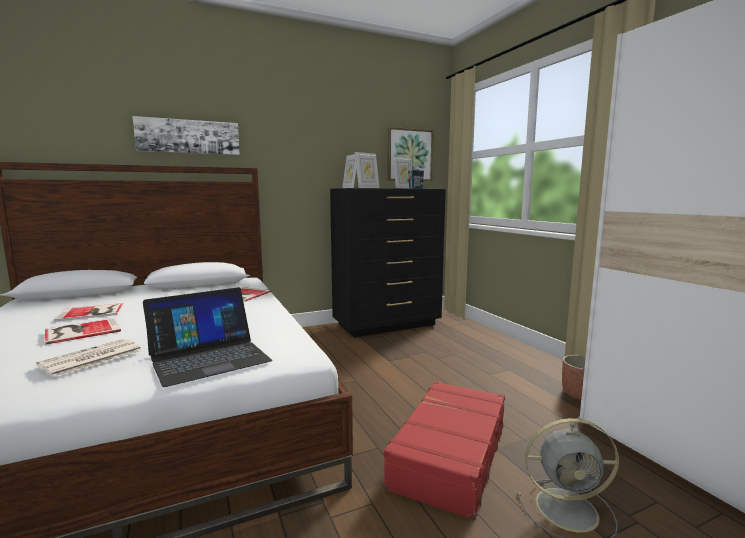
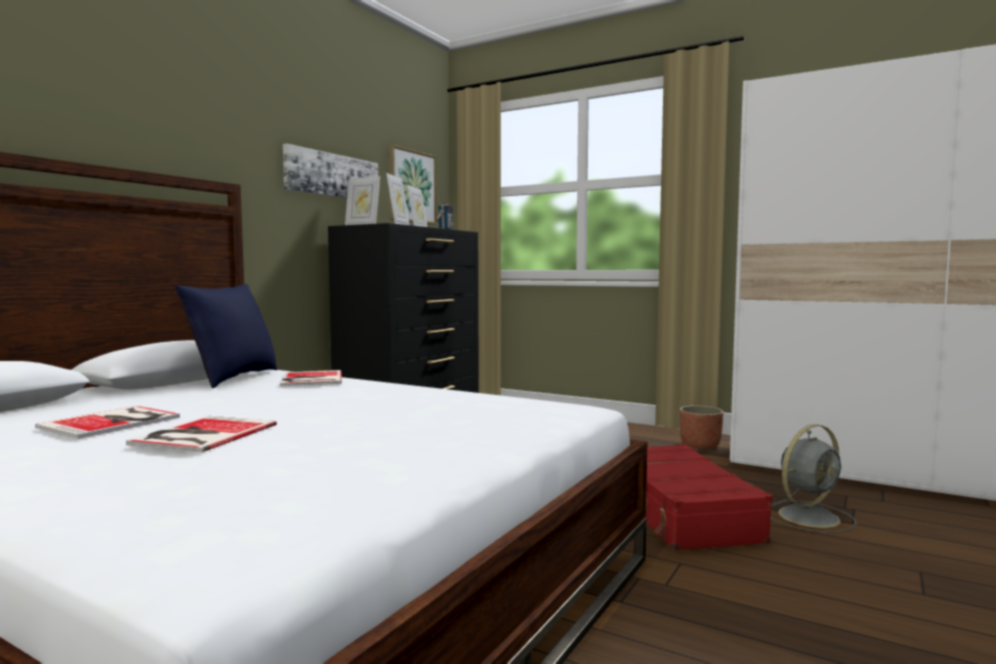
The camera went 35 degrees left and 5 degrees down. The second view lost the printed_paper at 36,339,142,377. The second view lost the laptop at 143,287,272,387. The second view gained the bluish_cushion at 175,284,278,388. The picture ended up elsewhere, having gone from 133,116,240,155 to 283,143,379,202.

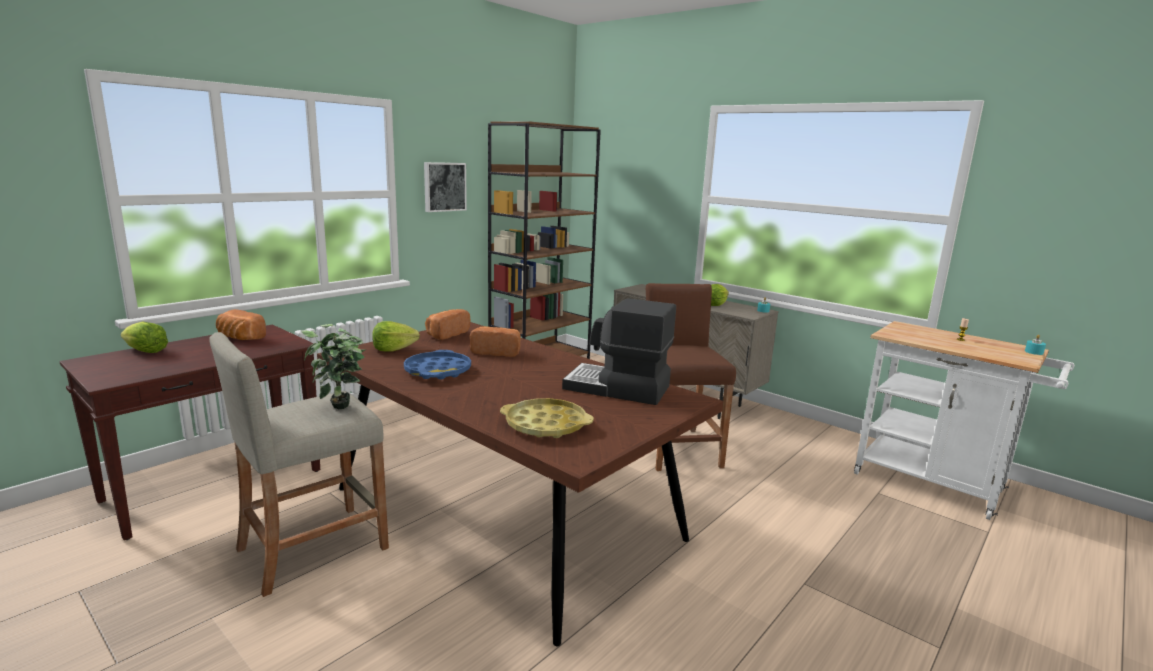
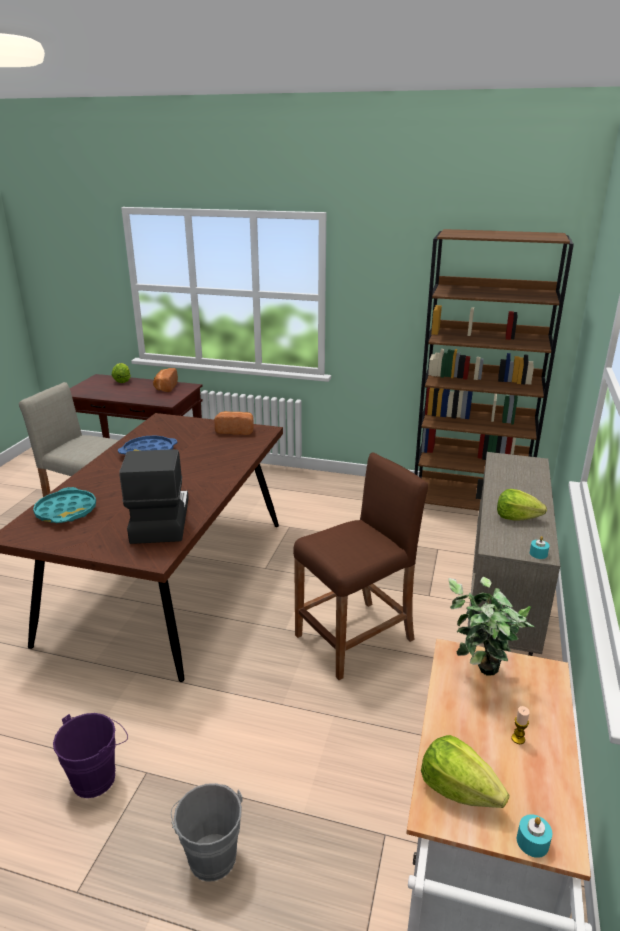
The camera went 65 degrees right and 10 degrees up. The second view lost the picture at 424,162,467,212. The second view lost the baked_bread at 470,326,521,357. The second view gained the purple_water_bucket at 53,713,128,798. The second view gained the gray_water_bucket at 171,783,243,882. The potted_plant ended up elsewhere, having gone from 301,324,365,409 to 448,577,535,676. The head_of_lettuce ended up elsewhere, having gone from 372,321,420,352 to 421,735,509,808. What was the yellow-coloured_serving_tray at 500,398,594,438 turned into the turquoise_serving_tray at 33,487,96,523.

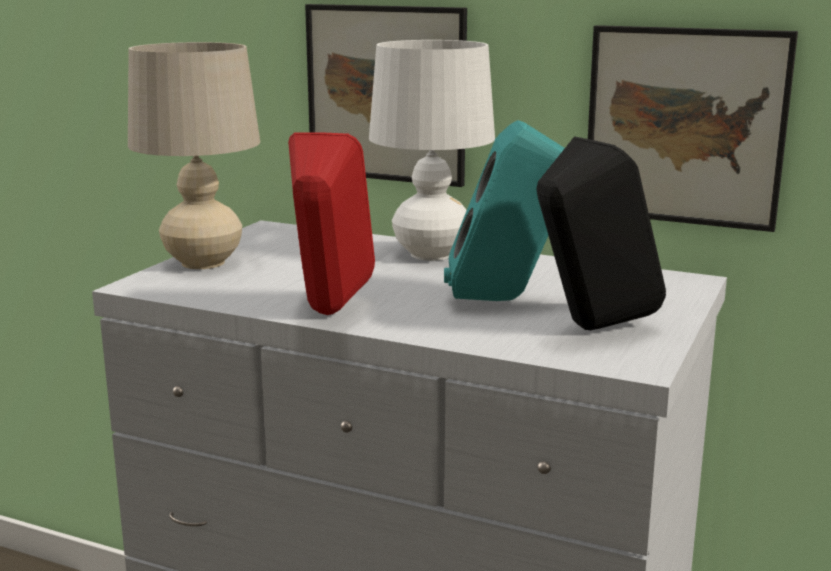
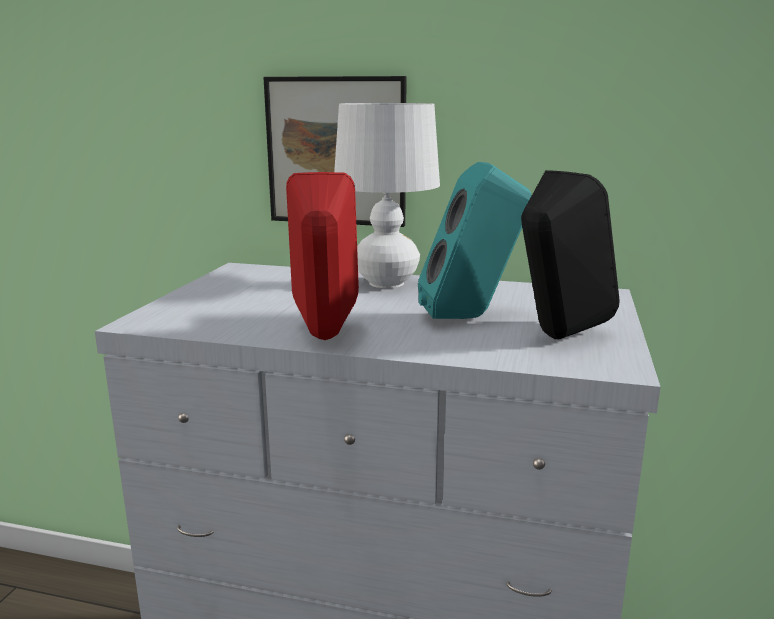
The camera went 10 degrees left and 0 degrees up. The second view lost the beige_tabletop_lamp at 128,42,260,269. The second view lost the picture at 588,25,798,232.

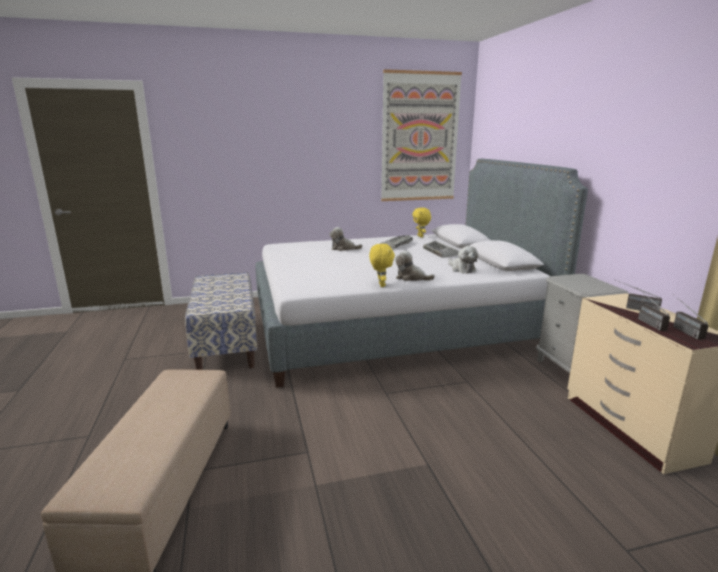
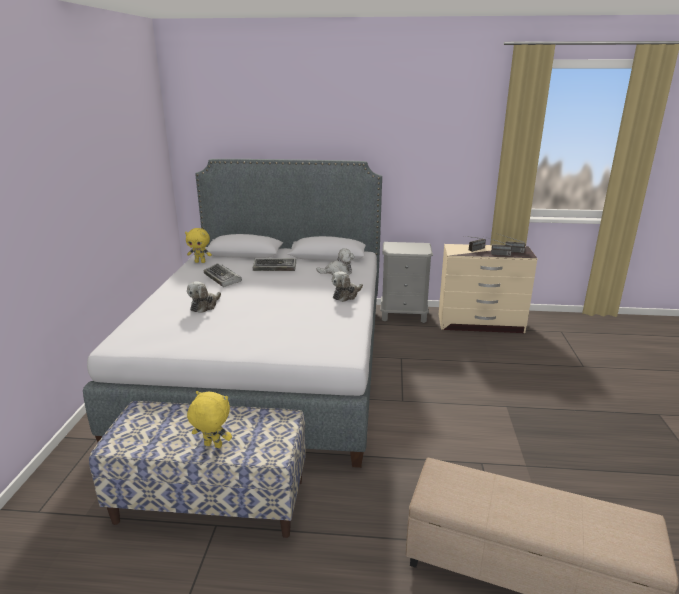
The camera went 70 degrees left and 5 degrees up. The second view lost the picture at 381,69,462,201. The yellow-coloured_cuddly_toy ended up elsewhere, having gone from 369,244,395,287 to 187,391,232,448.

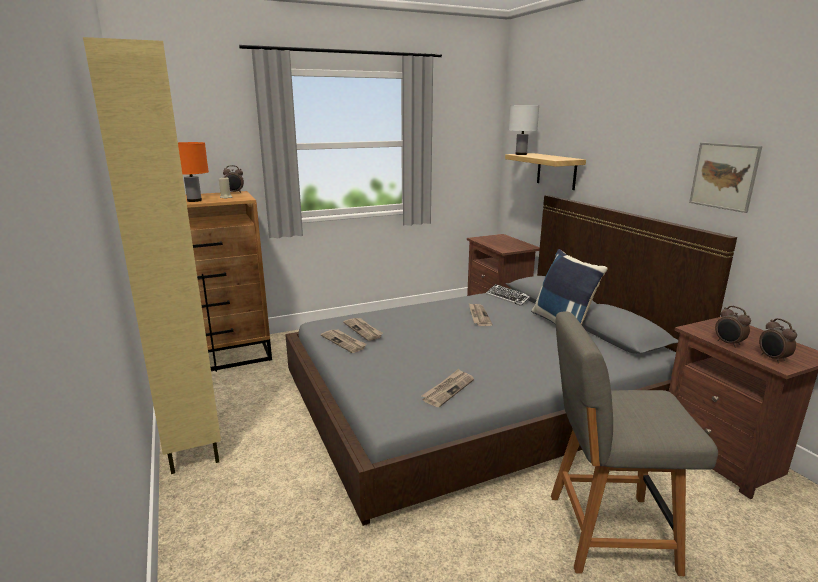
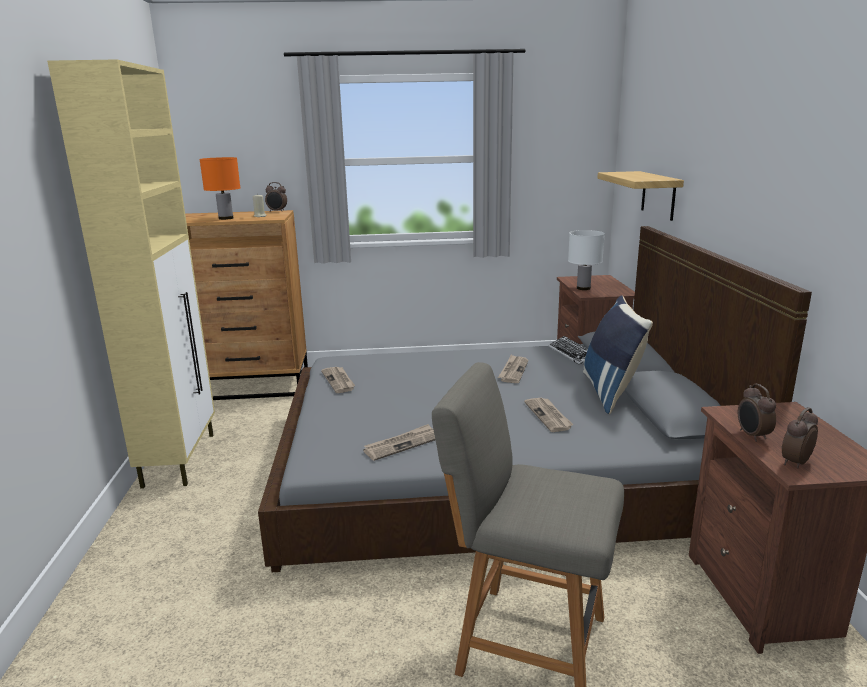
The camera went 20 degrees right and 0 degrees up. The second view lost the picture at 689,142,762,213. The printed_paper ended up elsewhere, having gone from 344,318,383,341 to 524,398,573,432. The whitish_tabletop_lamp ended up elsewhere, having gone from 509,105,539,155 to 568,230,605,290. The table_clock at 759,318,797,363 ended up facing another way, 45 degrees clockwise from before.

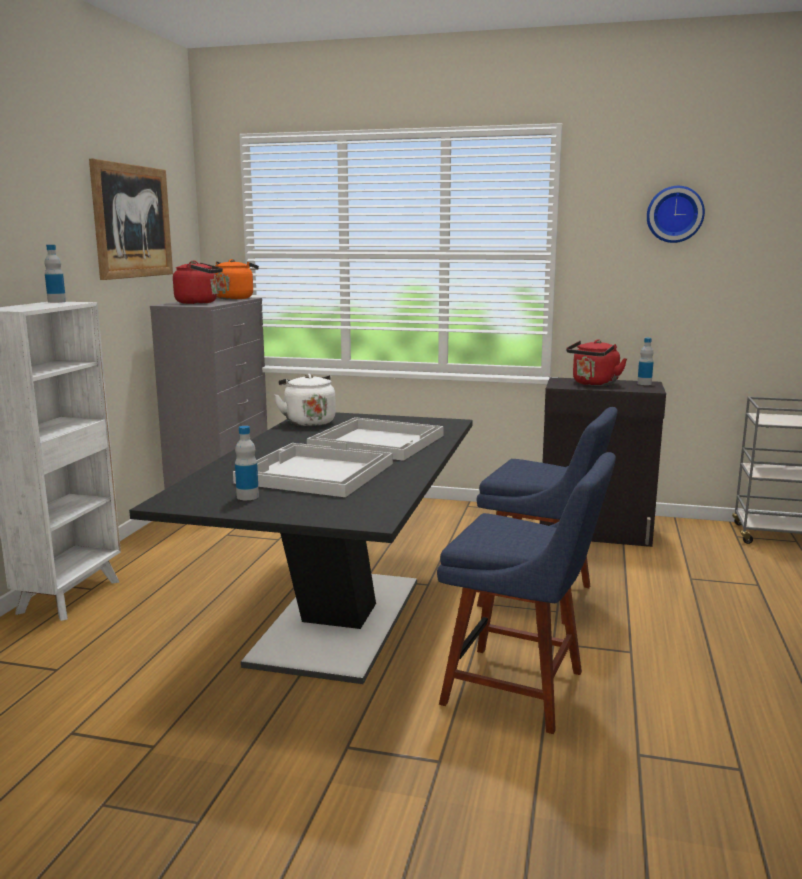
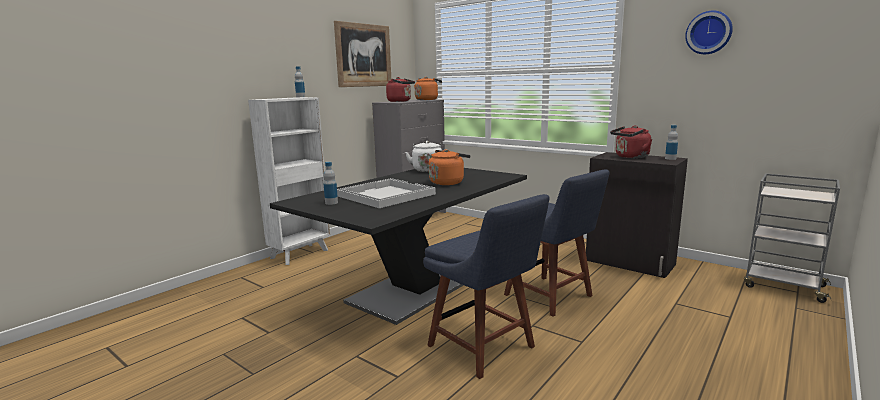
The camera went 25 degrees right and 0 degrees up. Where the whitish_serving_tray stood at 307,417,444,461, the orange-coloured_tea_kettle came to stand at 429,149,471,185.

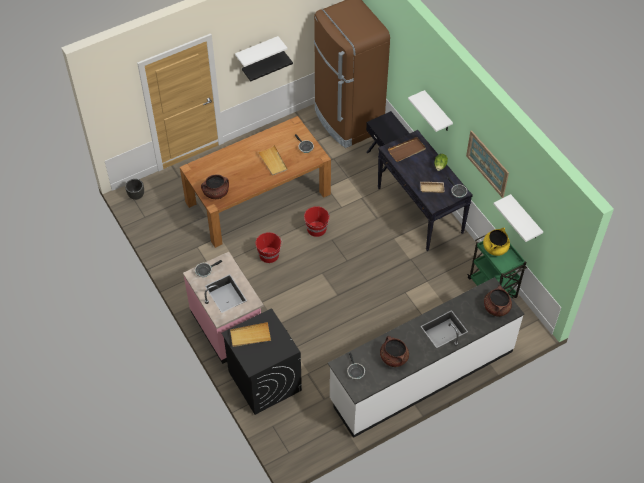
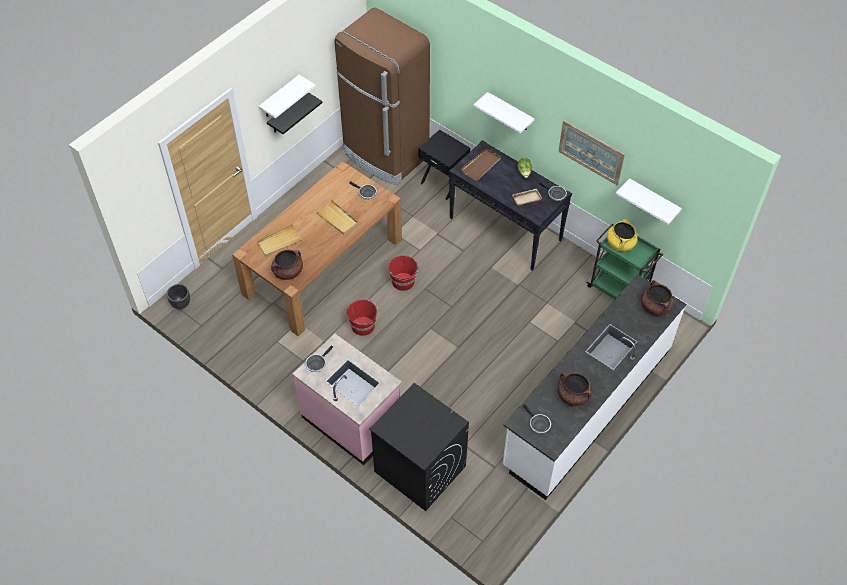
The camera went 20 degrees left and 0 degrees up. The beige_serving_tray ended up elsewhere, having gone from 230,322,271,347 to 257,224,303,257.

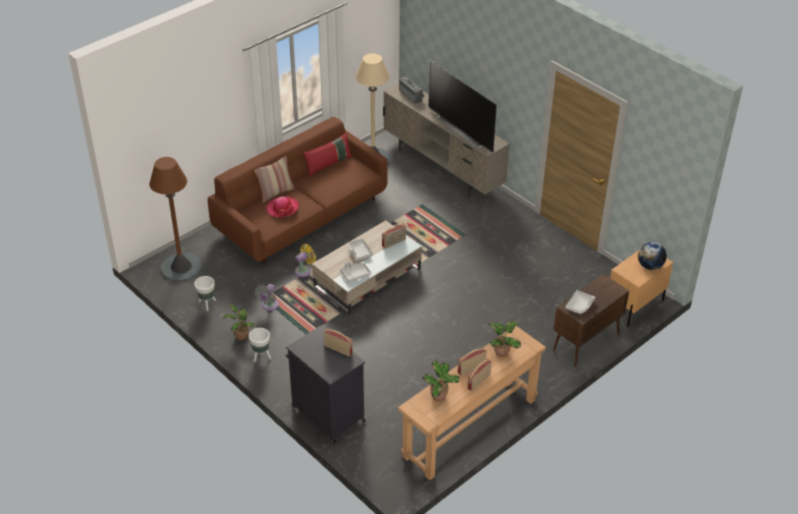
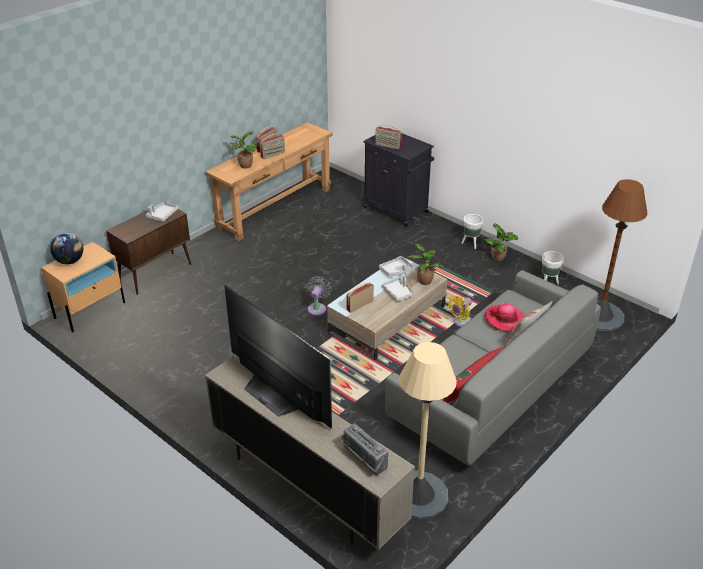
The camera went 175 degrees right and 5 degrees down. The gray_fan ended up elsewhere, having gone from 255,284,279,311 to 307,276,332,316. The potted_plant ended up elsewhere, having gone from 423,360,460,401 to 407,244,444,285. What was the brown_couch at 208,117,388,264 turned into the gray_couch at 385,270,601,466.

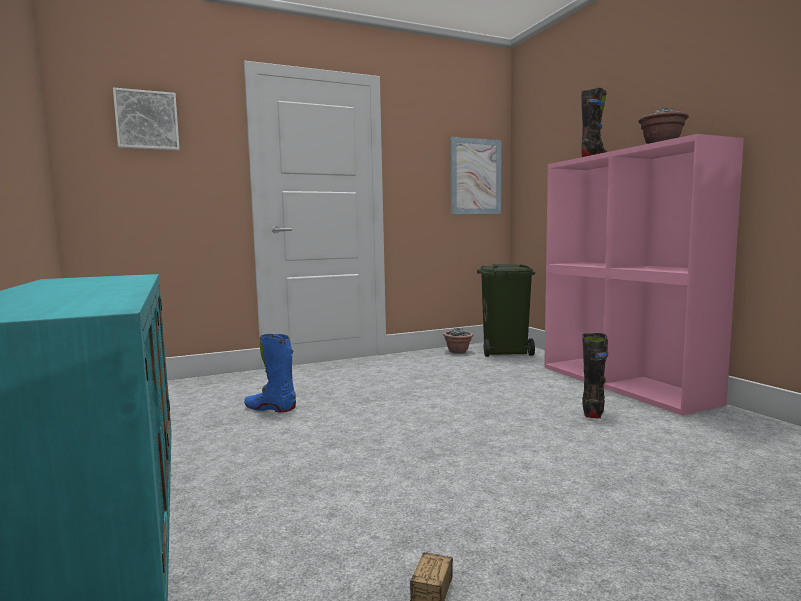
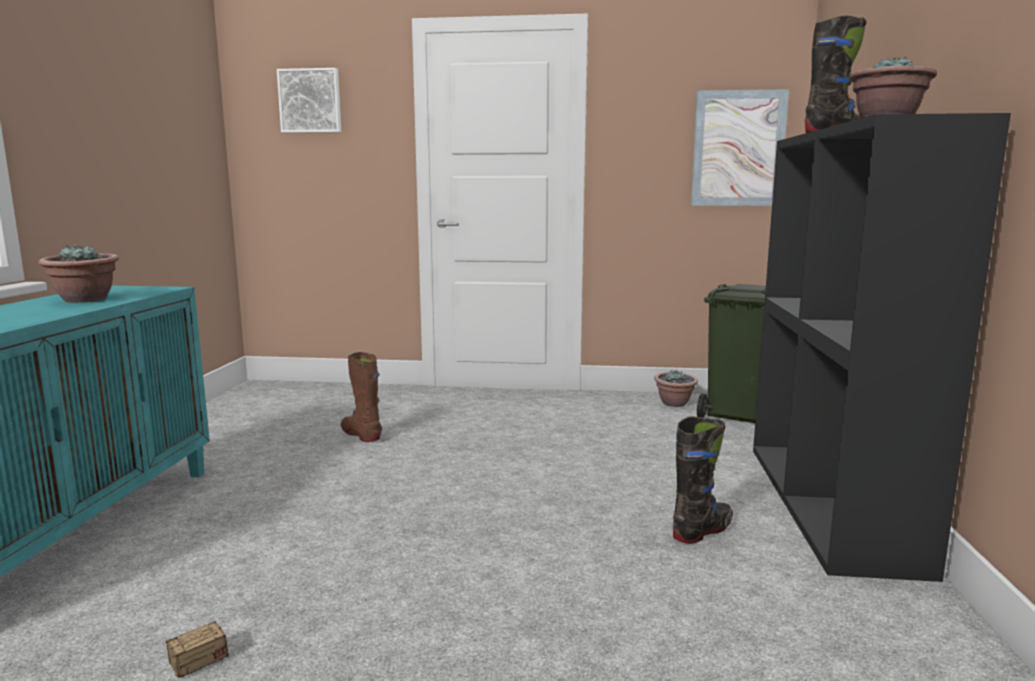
The camera went 30 degrees right and 5 degrees up. The second view gained the potted_plant at 38,245,119,303. What was the bluish_boot at 244,334,296,413 turned into the brown_boot at 341,352,382,442. What was the pinkish_bookshelf at 544,134,744,416 turned into the black_bookshelf at 753,113,1011,582.

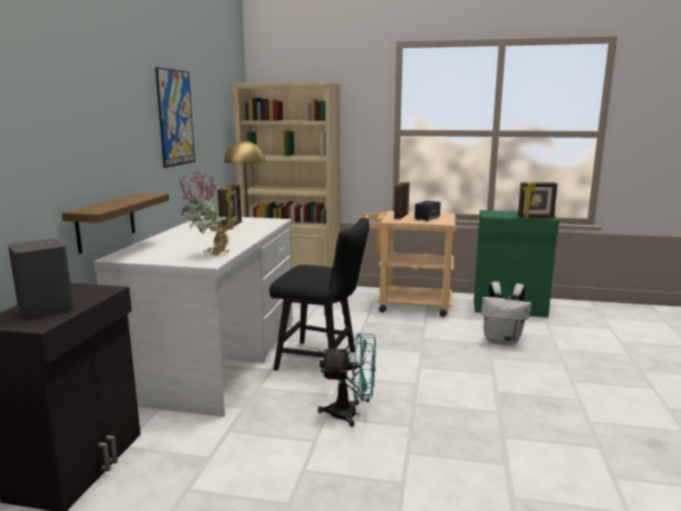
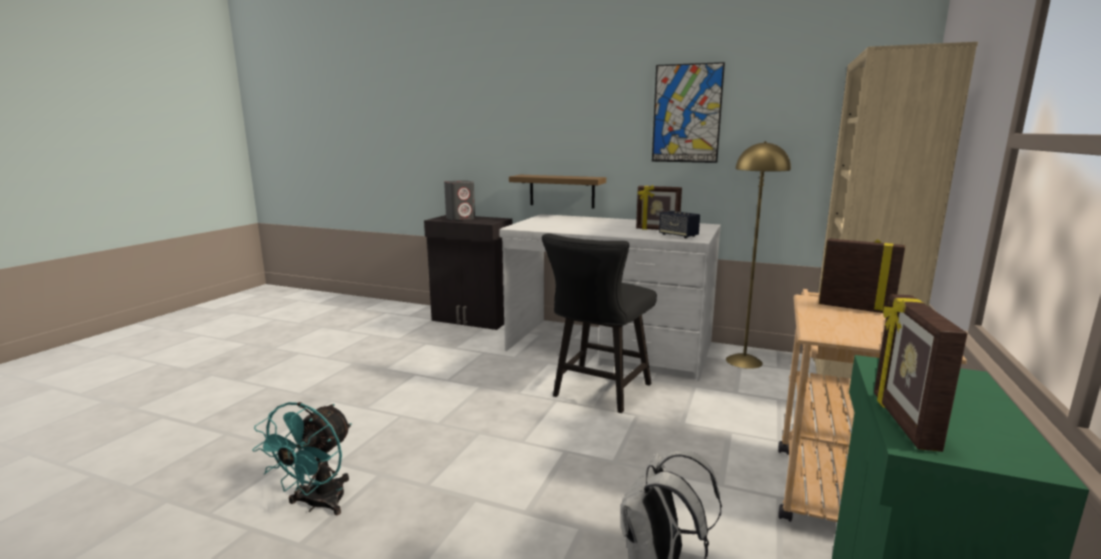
The camera went 100 degrees right and 0 degrees up. The second view lost the potted_plant at 178,170,236,256. The turquoise_fan ended up elsewhere, having gone from 318,333,376,427 to 252,402,352,516. The speaker ended up elsewhere, having gone from 415,201,441,221 to 659,211,700,238.

